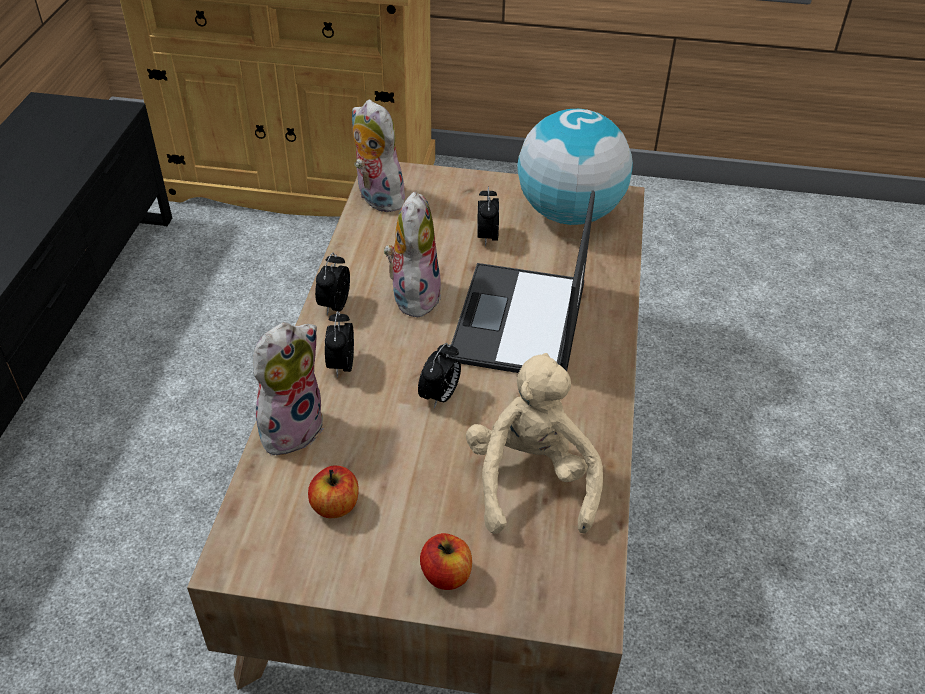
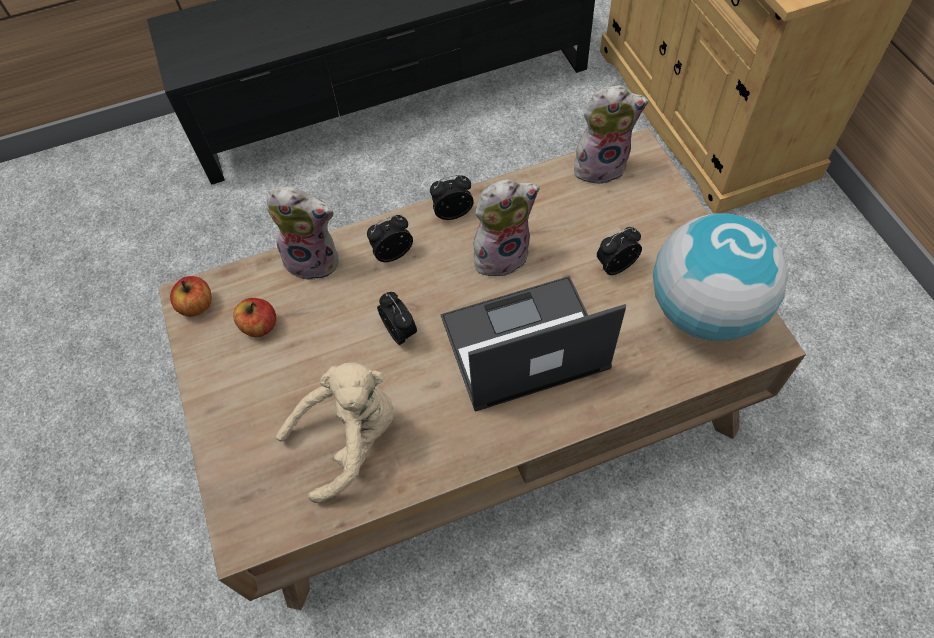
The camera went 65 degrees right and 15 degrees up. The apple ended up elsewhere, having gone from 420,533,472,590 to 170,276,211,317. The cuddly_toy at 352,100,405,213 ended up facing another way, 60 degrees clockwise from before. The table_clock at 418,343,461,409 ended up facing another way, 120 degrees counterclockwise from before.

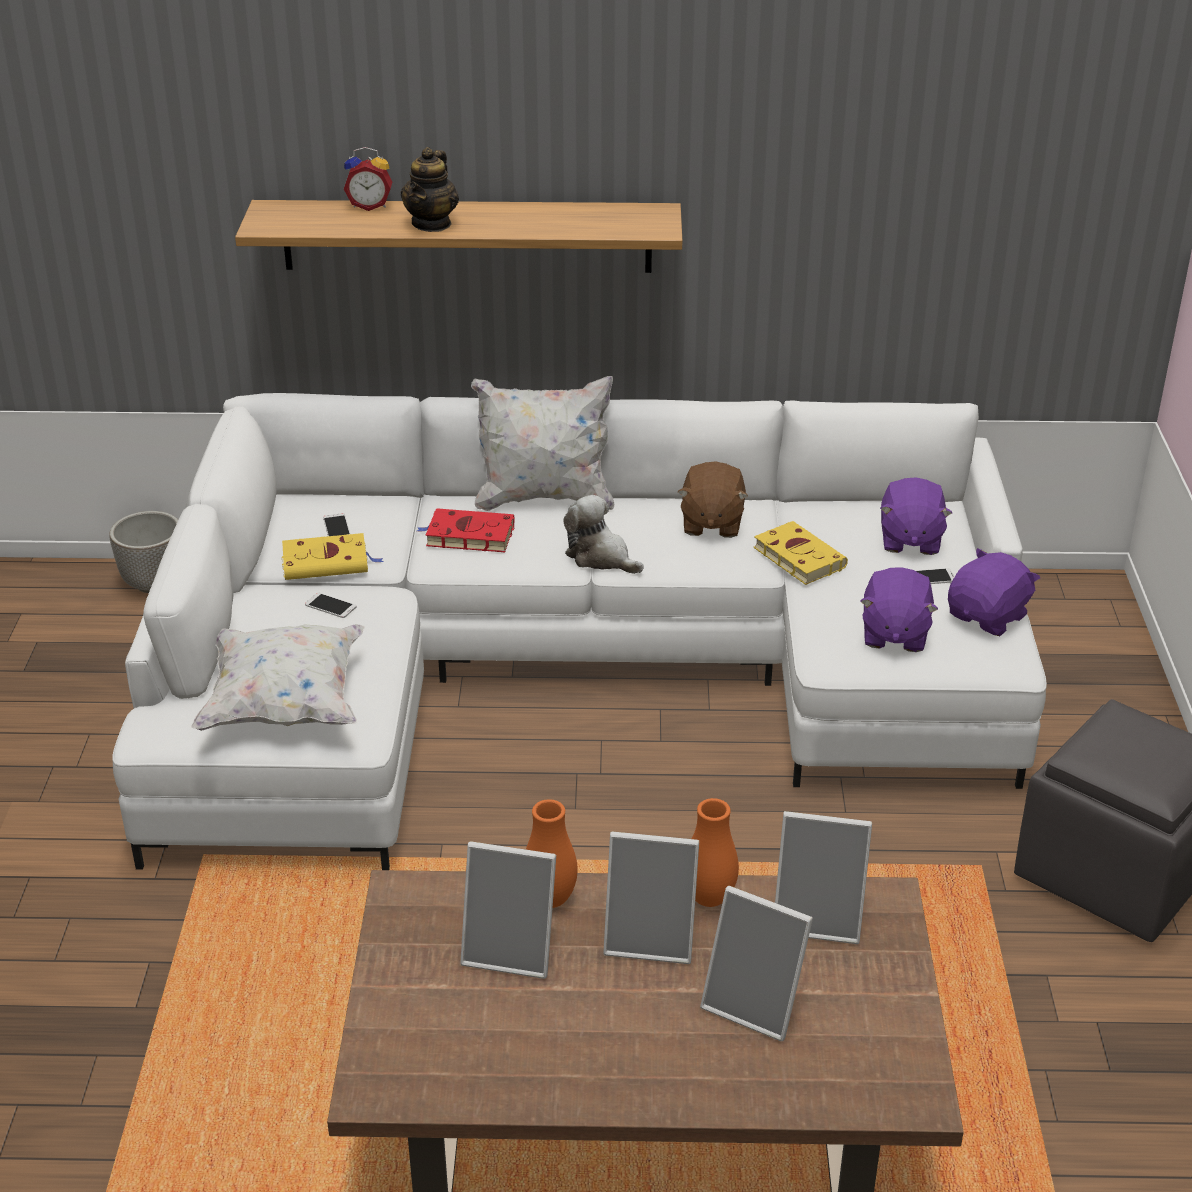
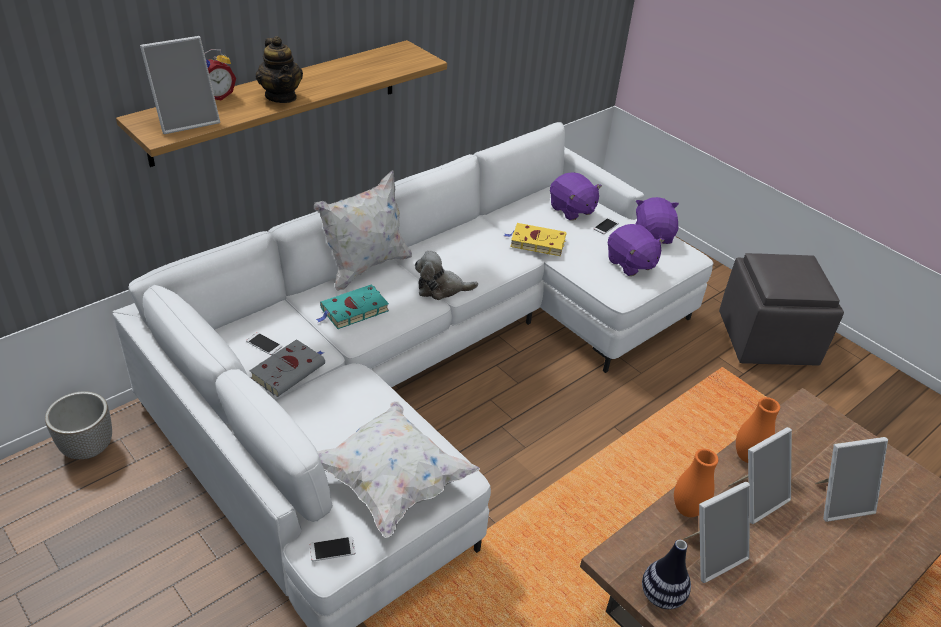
The camera went 45 degrees left and 5 degrees up. The second view lost the brown_cuddly_toy at 678,461,748,538. The second view gained the decorative_vase at 642,540,691,609. The telephone ended up elsewhere, having gone from 305,593,356,618 to 310,536,355,561. The picture_frame ended up elsewhere, having gone from 775,811,872,944 to 140,36,220,134. What was the yellow-coloured_bound_book at 282,533,383,580 turned into the gray_bound_book at 249,339,325,397. What was the red_bound_book at 417,508,514,552 turned into the turquoise_bound_book at 316,284,389,329.

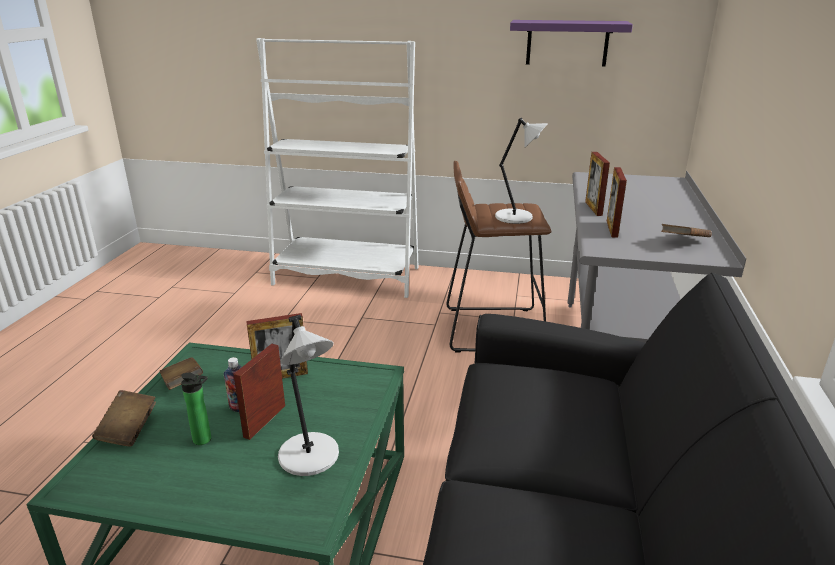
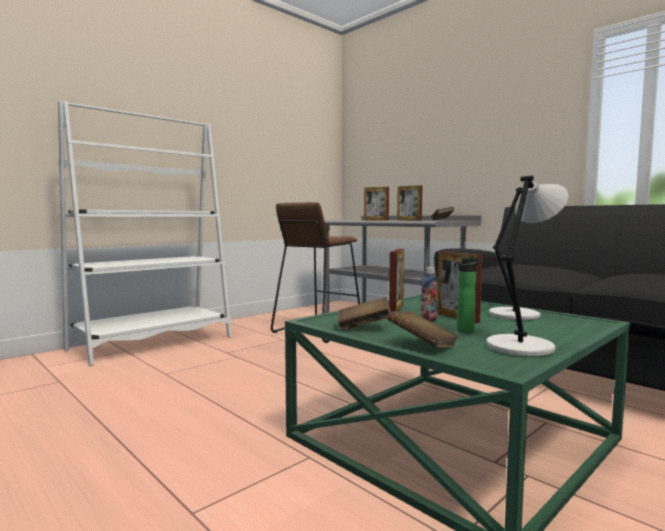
The camera went 55 degrees left and 20 degrees down. The second view lost the purple_wall_shelf at 510,20,633,66. The gray_tabletop_lamp ended up elsewhere, having gone from 495,118,548,224 to 486,176,568,356.

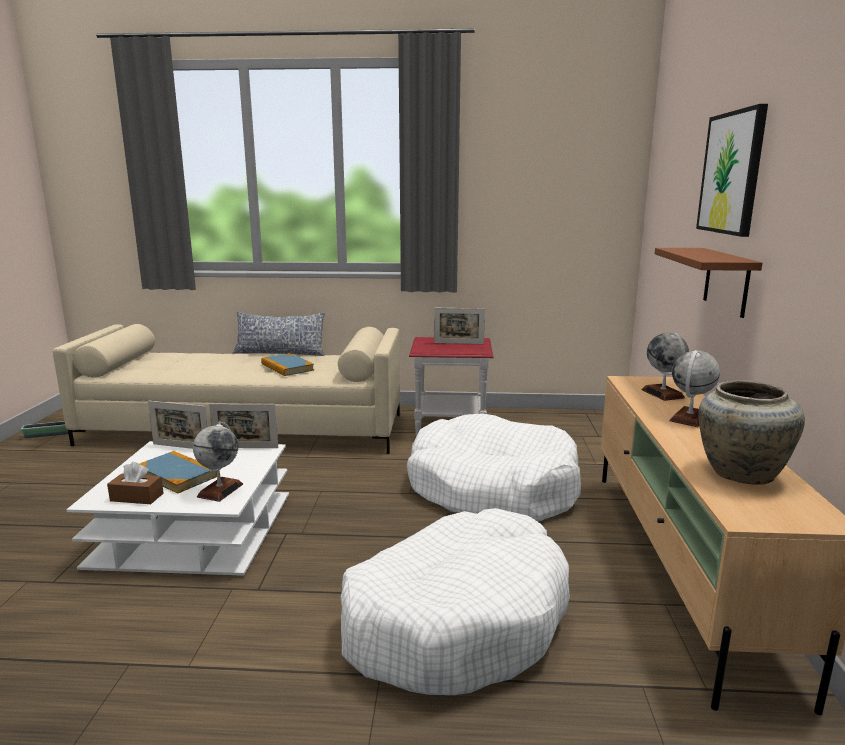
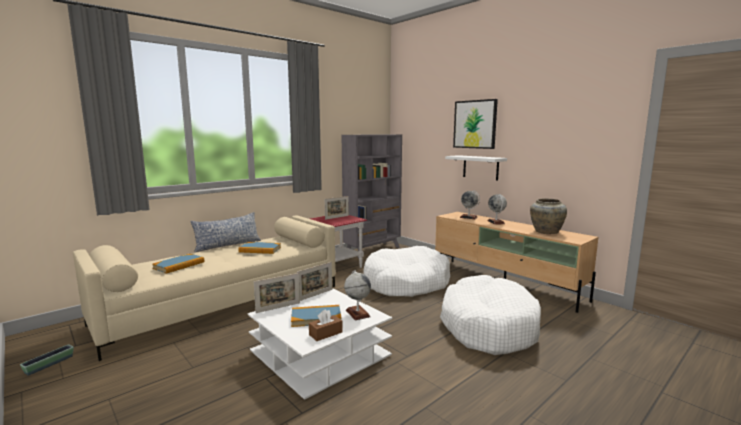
The camera went 45 degrees left and 5 degrees down. The second view gained the bound_book at 152,254,204,274. The second view gained the gray_bookshelf at 342,134,402,258. What was the brown_wall_shelf at 655,248,762,318 turned into the whitish_wall_shelf at 445,155,507,180.

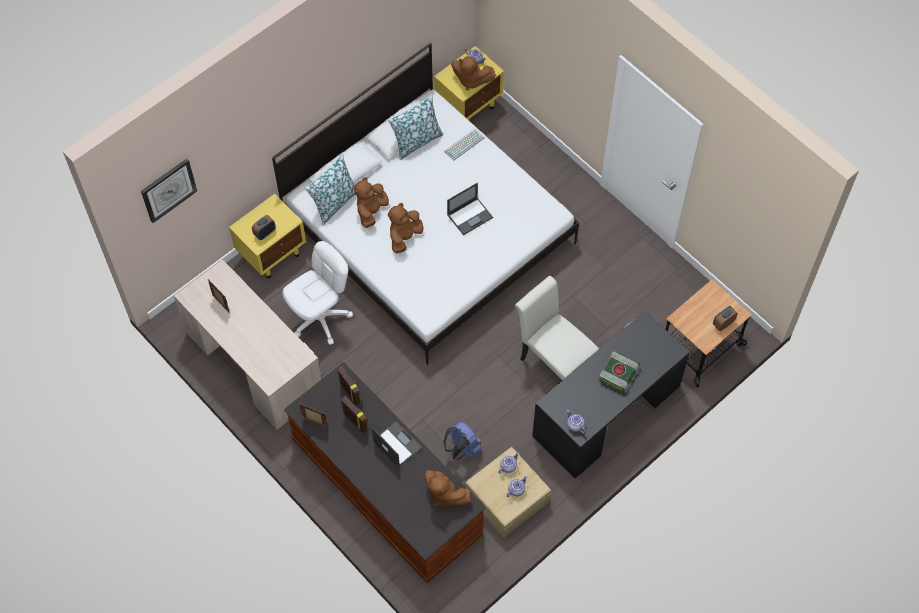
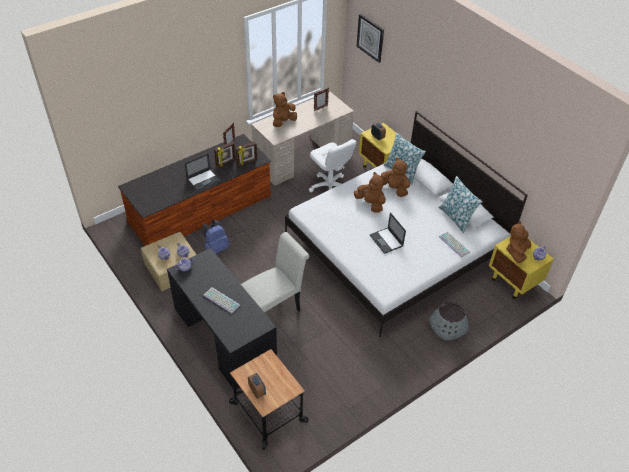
The camera went 95 degrees right and 15 degrees down. The second view gained the gray_flower_pot at 429,302,469,340. The brown_cuddly_toy ended up elsewhere, having gone from 424,470,471,507 to 273,92,297,127. Where the bound_book stood at 599,350,640,393, the PC_keyboard came to stand at 203,287,240,314.

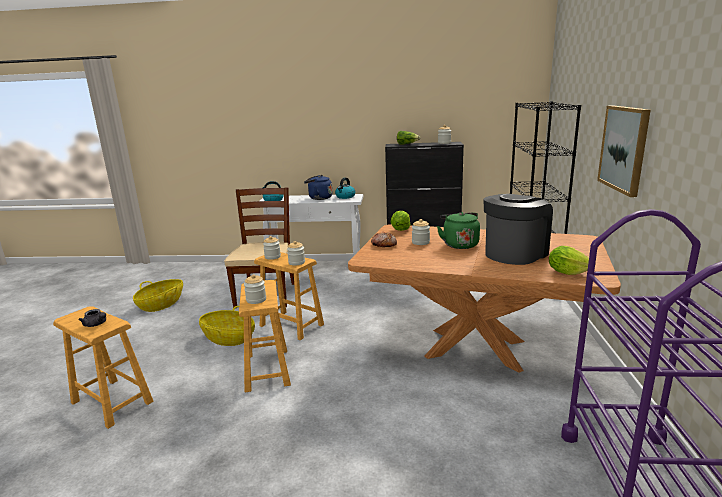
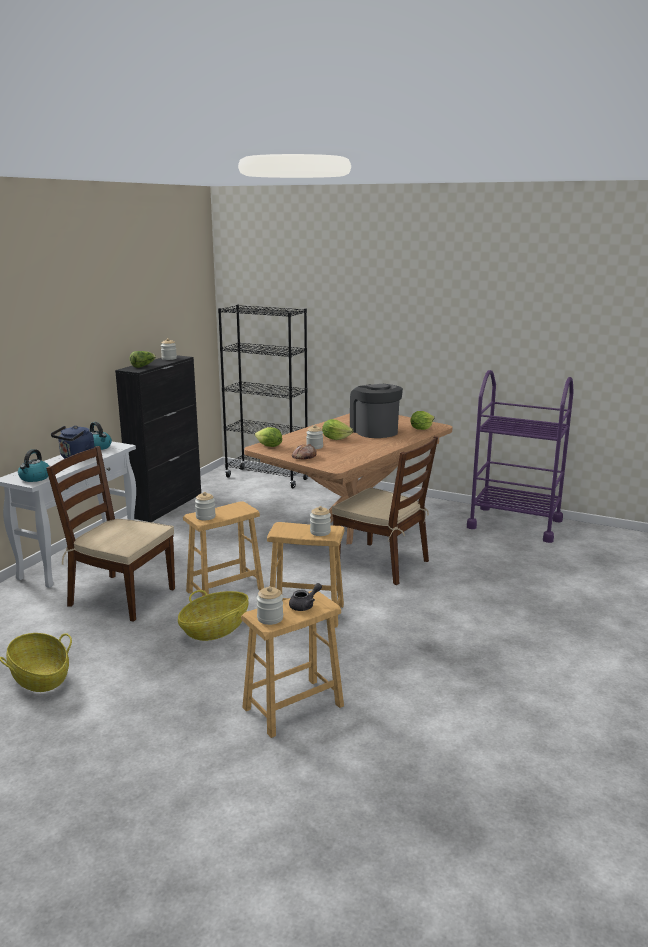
The camera went 70 degrees left and 0 degrees up. The second view lost the picture at 597,105,651,197. The second view gained the brown_chair at 332,436,438,585. The jar ended up elsewhere, having gone from 287,241,305,266 to 257,586,283,625. Where the green_tea_kettle stood at 437,212,480,249, the head_of_lettuce came to stand at 322,419,353,440.

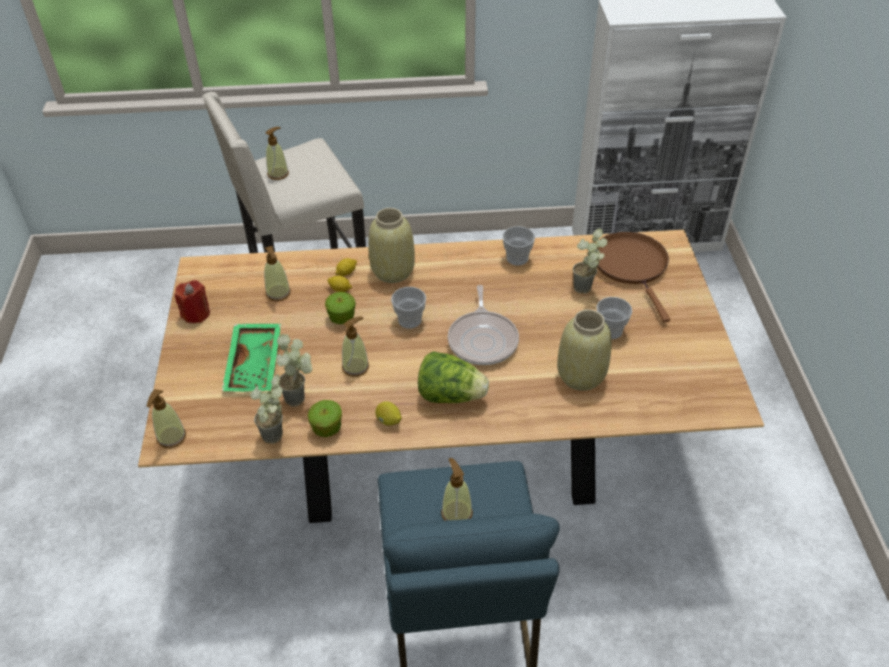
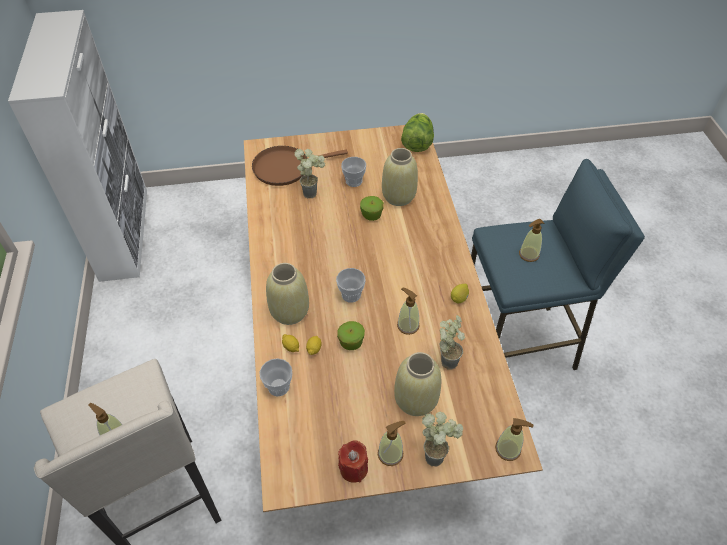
The camera went 95 degrees left and 5 degrees up. The second view lost the pan at 448,285,519,365. The potted_plant ended up elsewhere, having gone from 250,374,283,444 to 422,412,463,466. The liquid_soap_bottle ended up elsewhere, having gone from 264,246,291,301 to 378,421,406,466. The apple ended up elsewhere, having gone from 308,400,342,437 to 360,196,384,221. The head_of_lettuce ended up elsewhere, having gone from 418,351,489,403 to 401,113,434,152. The drinking_cup ended up elsewhere, having gone from 502,226,535,266 to 259,358,292,397. Where the green_serving_tray stood at 222,324,281,392, the beige_decorative_vase came to stand at 394,352,441,416.

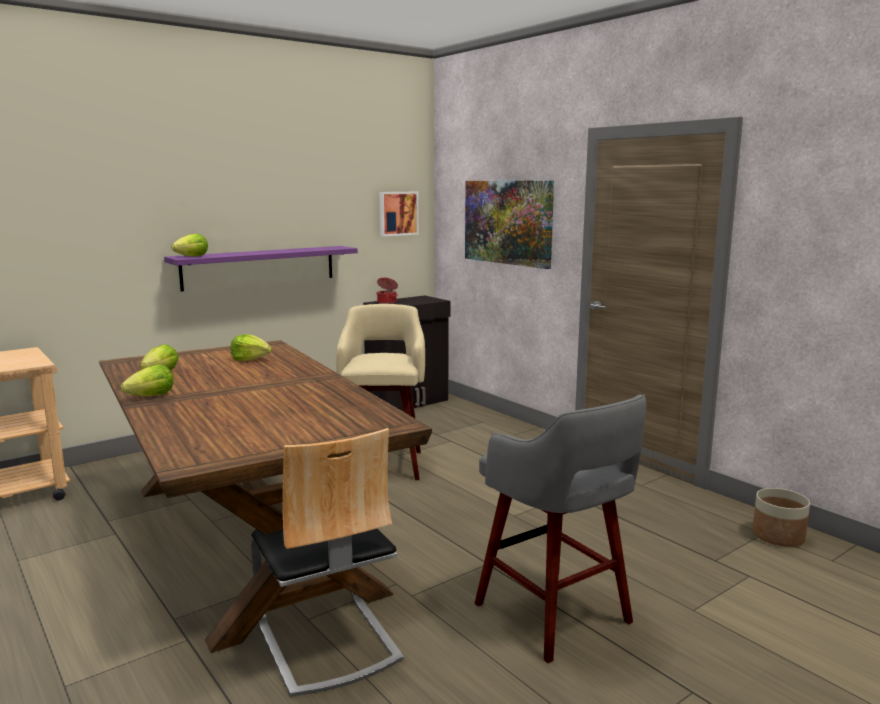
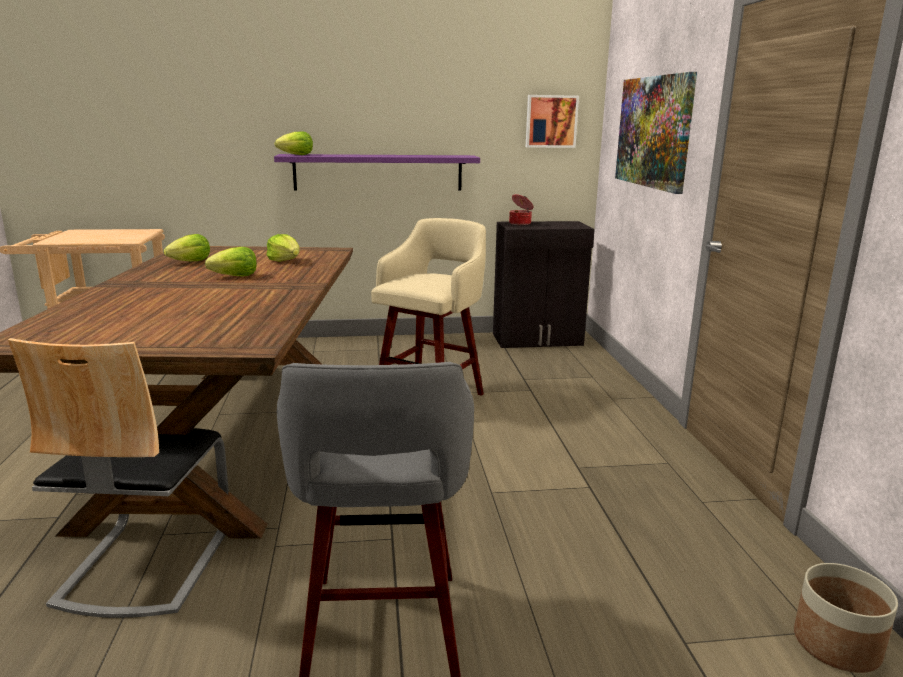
The camera went 30 degrees right and 5 degrees up. The head_of_lettuce ended up elsewhere, having gone from 120,364,174,396 to 205,247,257,276.

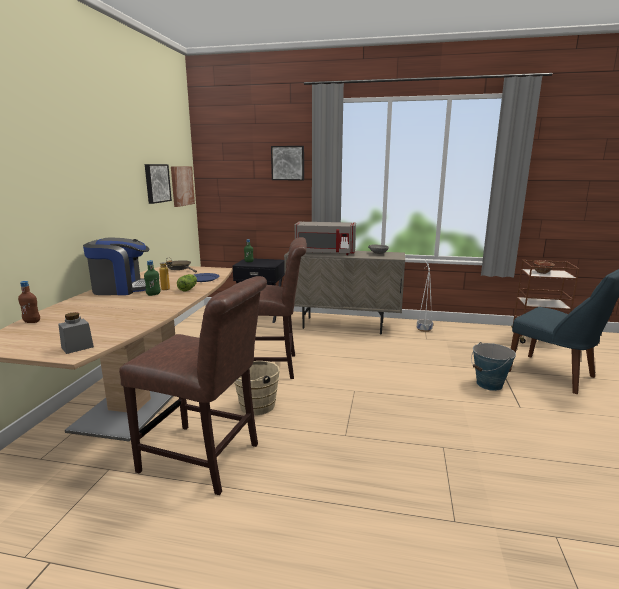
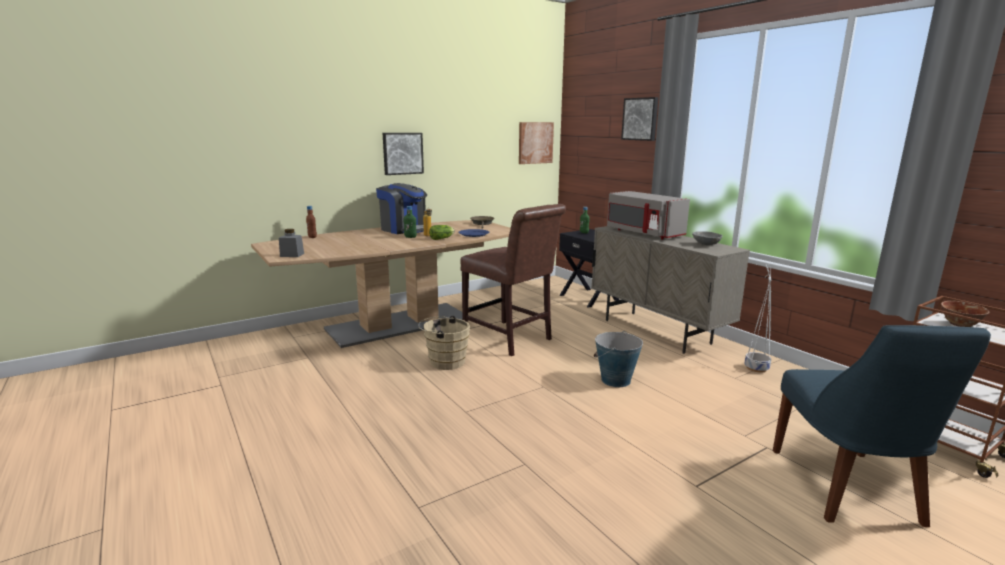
The camera went 45 degrees right and 0 degrees up. The second view lost the brown_chair at 119,276,267,495. The picture ended up elsewhere, having gone from 145,164,172,204 to 383,133,424,175. The water_bucket ended up elsewhere, having gone from 471,342,516,391 to 594,331,643,387.

